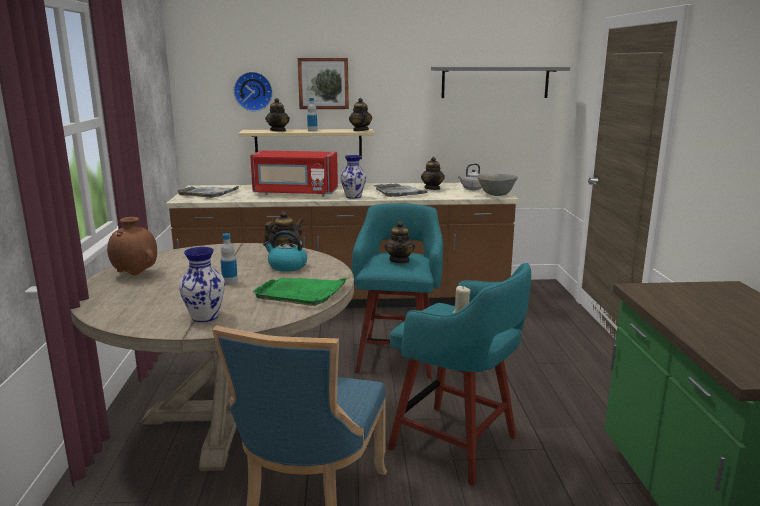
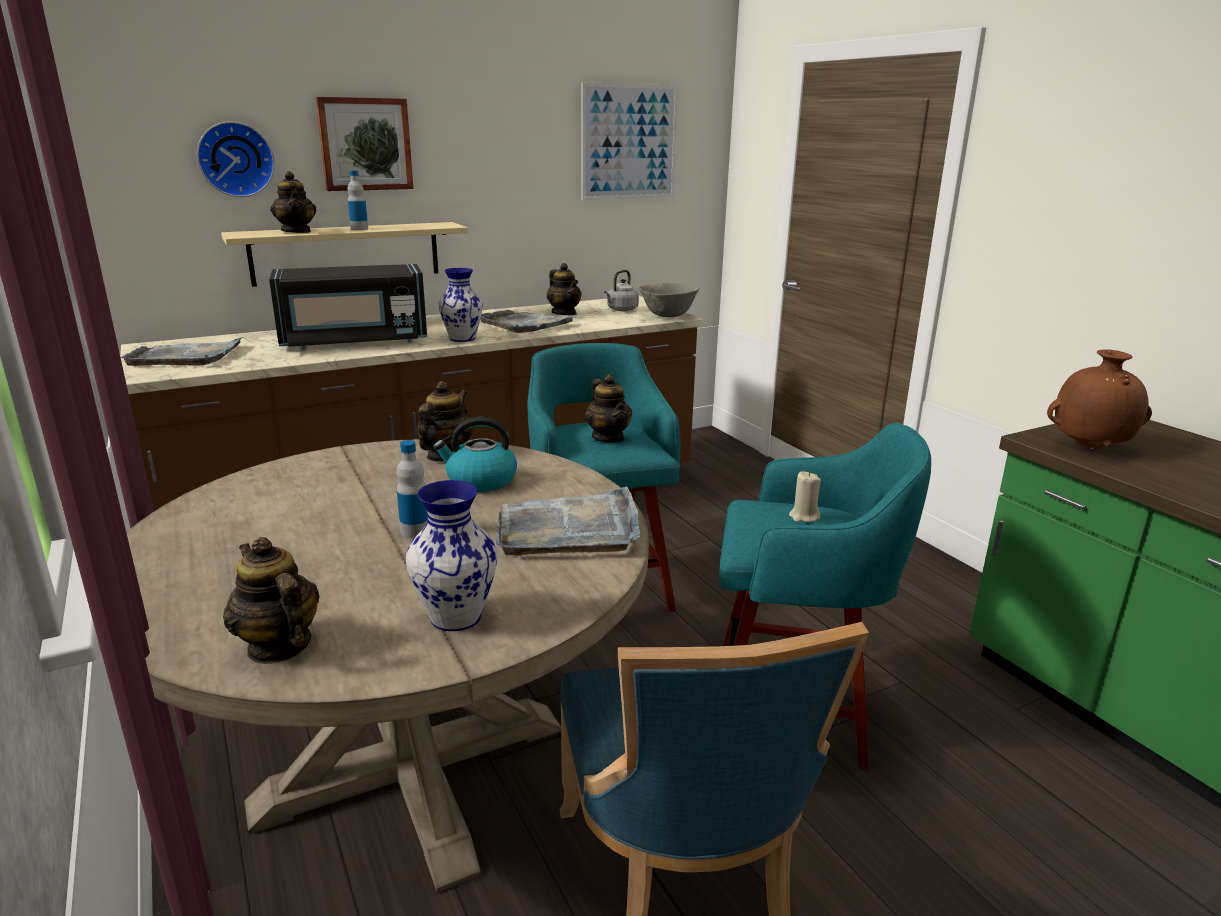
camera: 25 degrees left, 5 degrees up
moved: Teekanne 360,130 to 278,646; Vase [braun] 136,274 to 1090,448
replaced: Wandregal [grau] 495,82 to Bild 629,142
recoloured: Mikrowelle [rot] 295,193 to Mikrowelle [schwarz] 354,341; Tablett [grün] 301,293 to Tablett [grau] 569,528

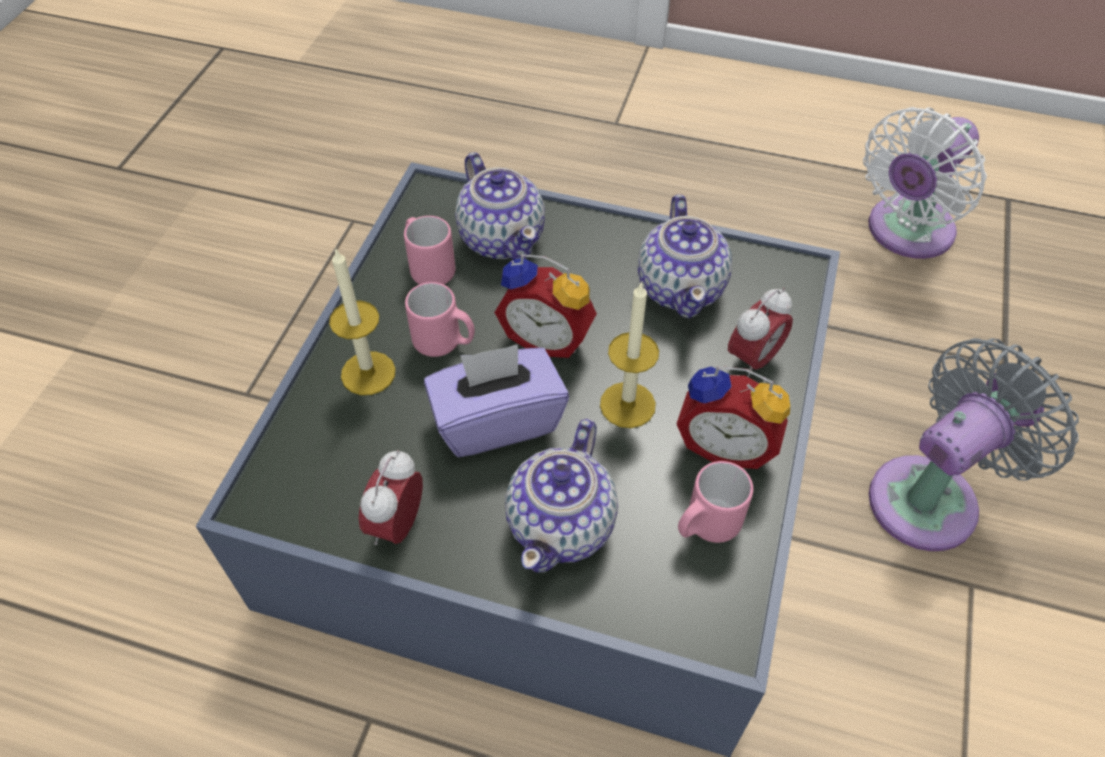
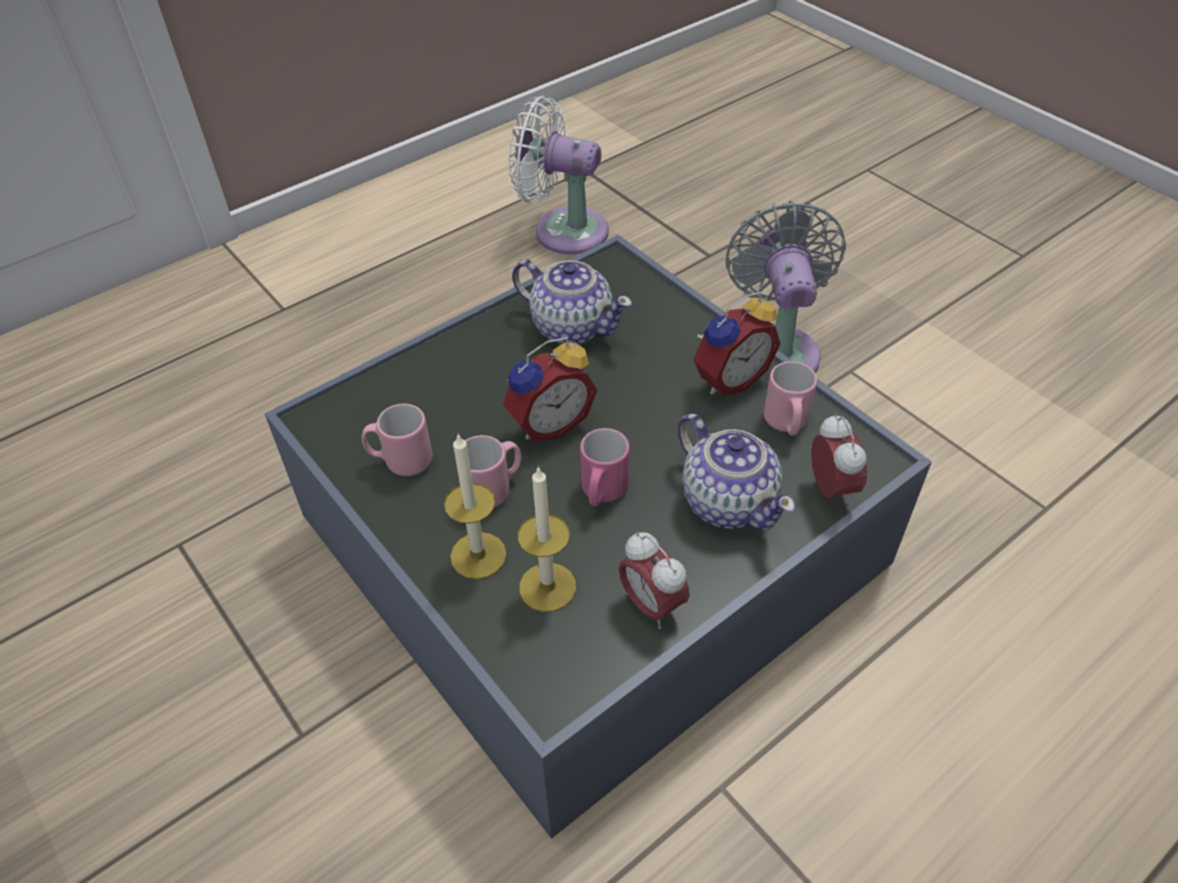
camera: 55 degrees left, 5 degrees down
removed: Teekanne 502,237
moved: Kerze 627,405 to 547,587; Wecker 753,359 to 831,489
replaced: Taschentuchbox [lila] 497,420 to Henkelbecher [rosa] 602,493
turned: Ventilator [weiß] 905,233 = 563,230 120 degrees clockwise

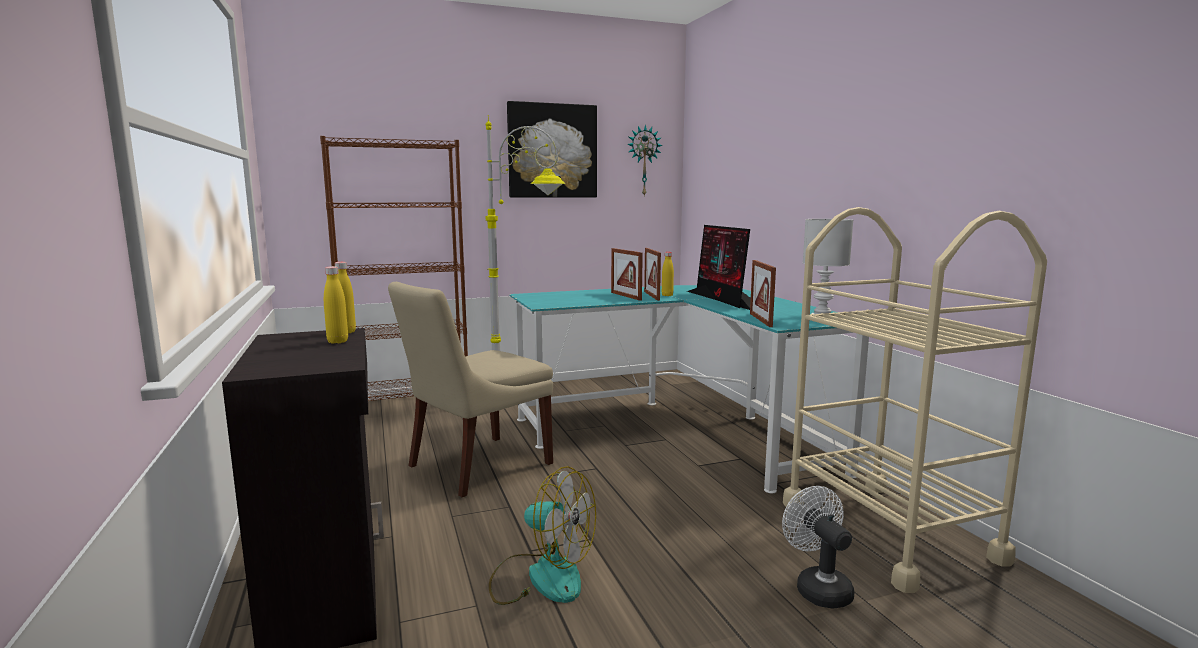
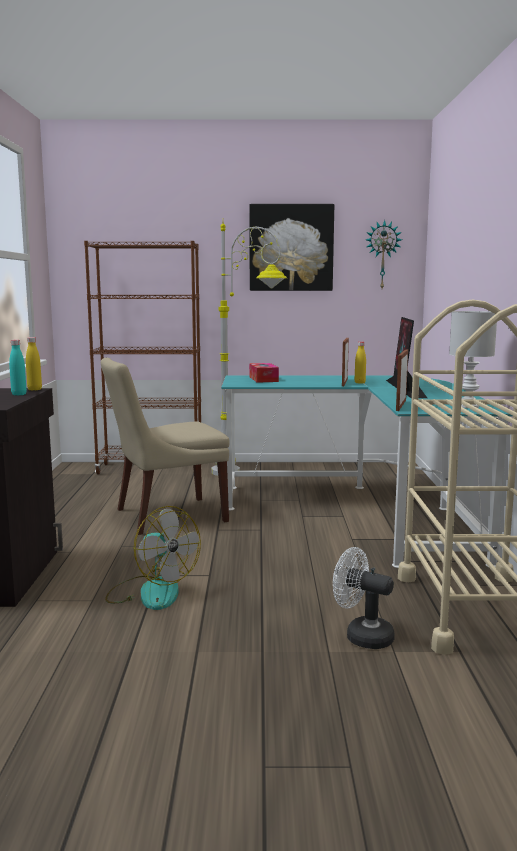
camera: 20 degrees right, 0 degrees up
removed: Bilderrahmen 626,296
added: Taschentuchbox 263,379
recoloured: Flasche [gelb] 337,341 to Flasche [türkis] 19,394
turned: Ventilator [weiß] 818,587 = 362,636 60 degrees counterclockwise

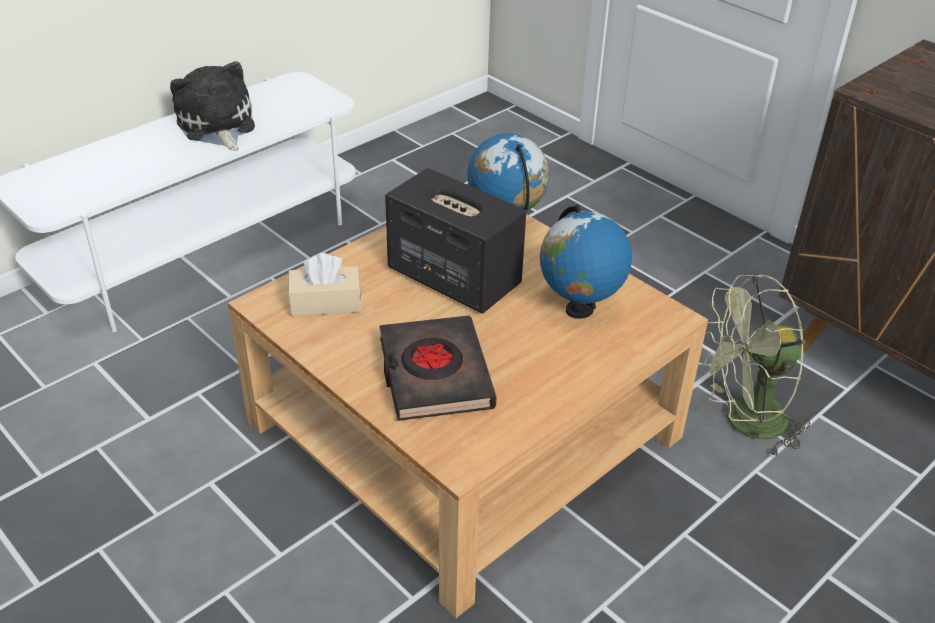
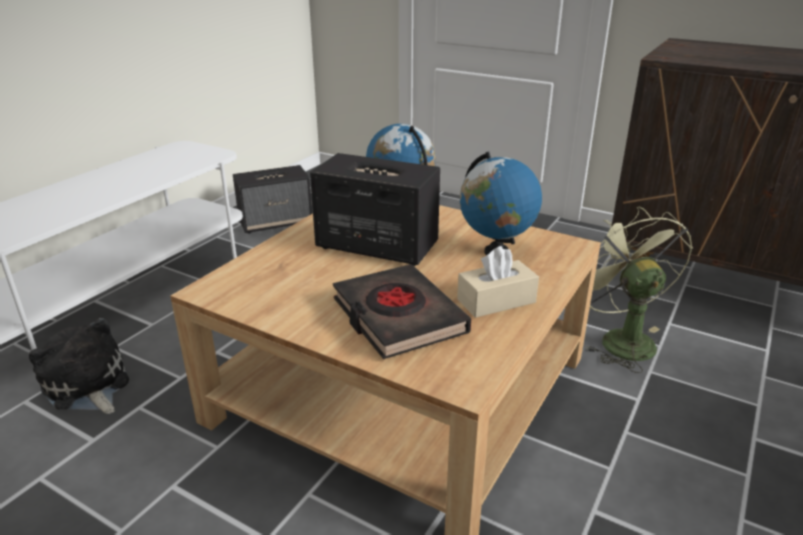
camera: 15 degrees left, 10 degrees down
added: Lautsprecher 276,222
moved: Plüschtier 217,126 to 87,386; Taschentuchbox [beige] 325,303 to 496,301
turned: Ventilator [grün] 743,422 = 619,339 105 degrees clockwise

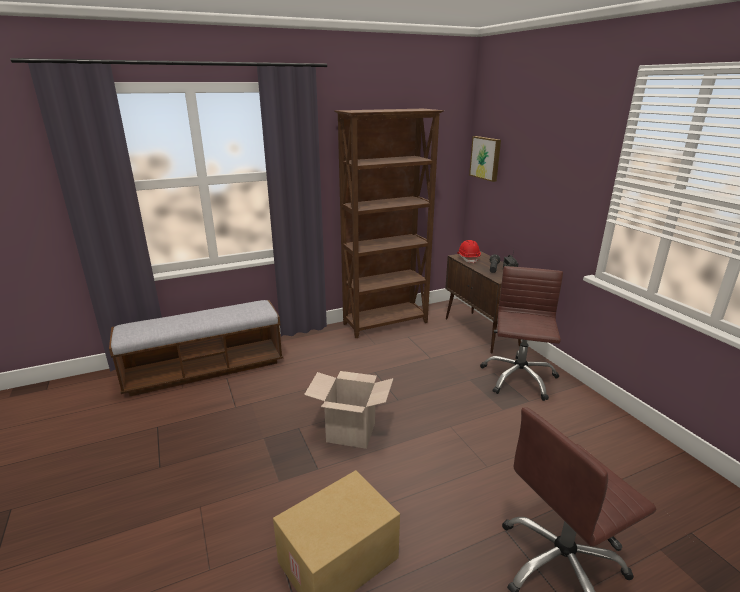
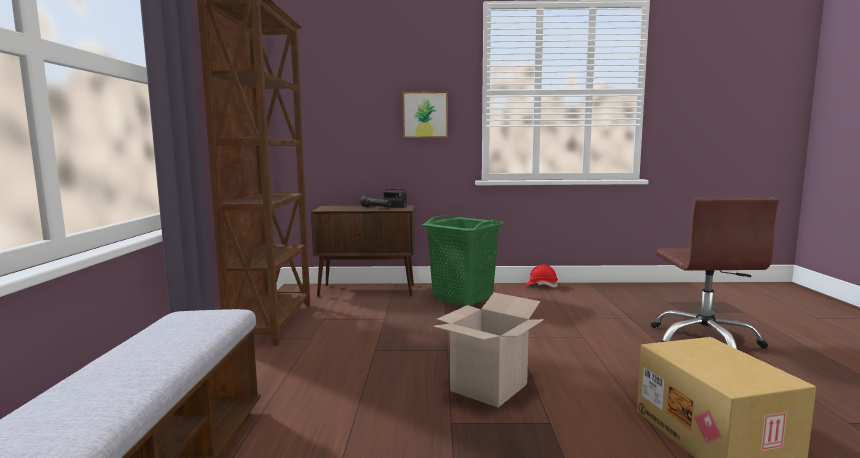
camera: 65 degrees left, 15 degrees down
moved: Bild 486,158 to 425,115; Schutzhelm [rot] 468,258 to 541,285
replaced: Bürostuhl [braun] 518,378 to Wäschekorb [grün] 463,297

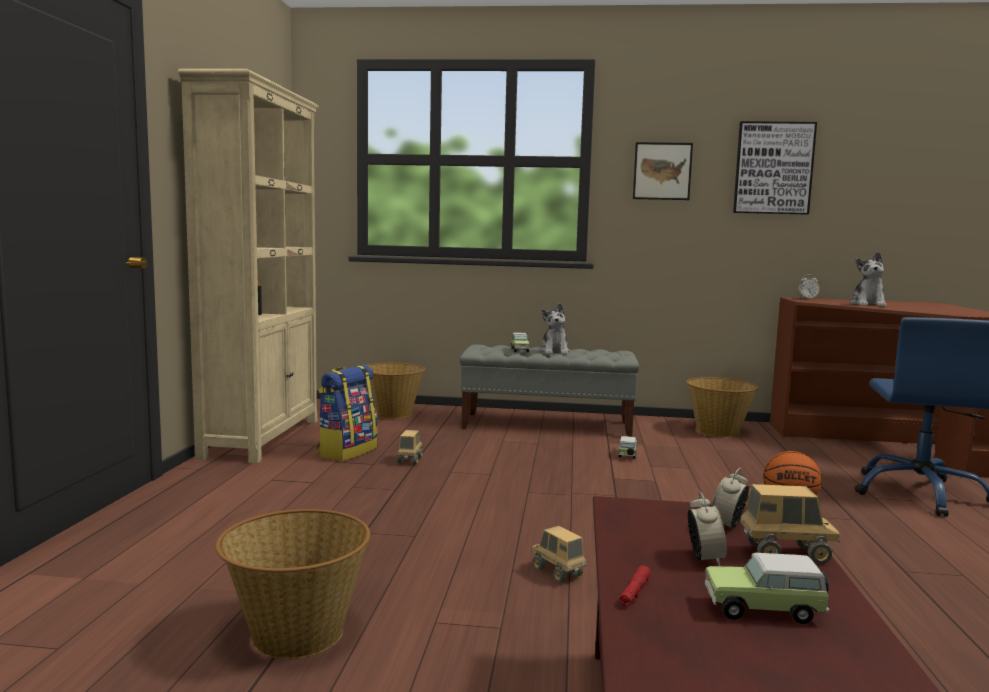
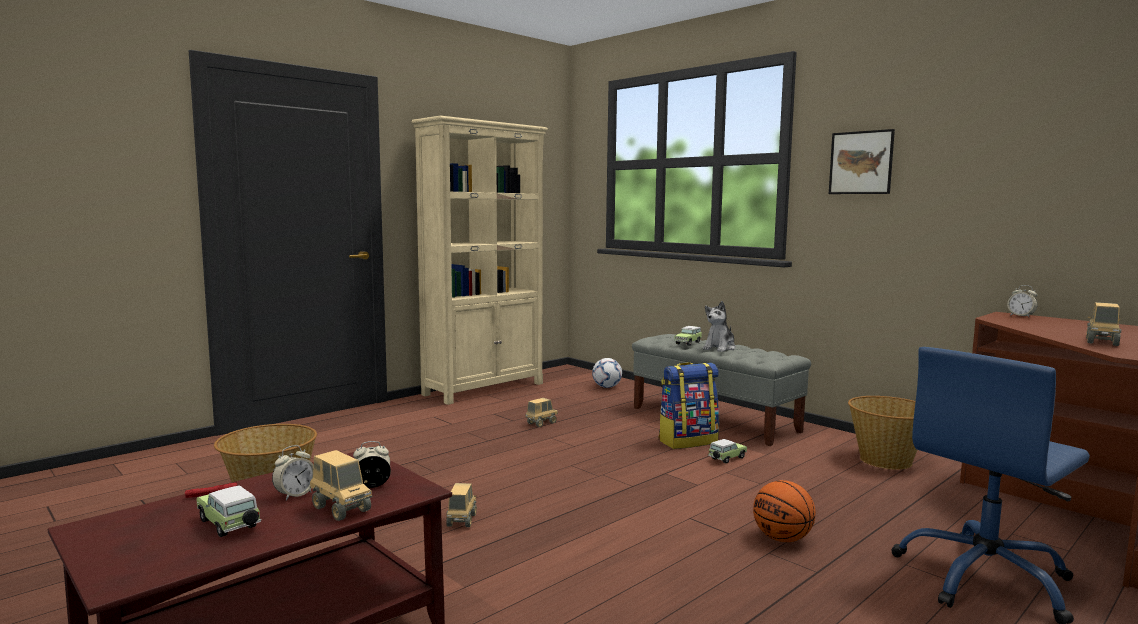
camera: 40 degrees right, 0 degrees up
removed: Bild 773,168; Plüschtier 868,304
added: Spielzeuglaster 1102,342
moved: Rucksack 347,452 to 687,441
replaced: Korb 392,413 to Fußball 607,387

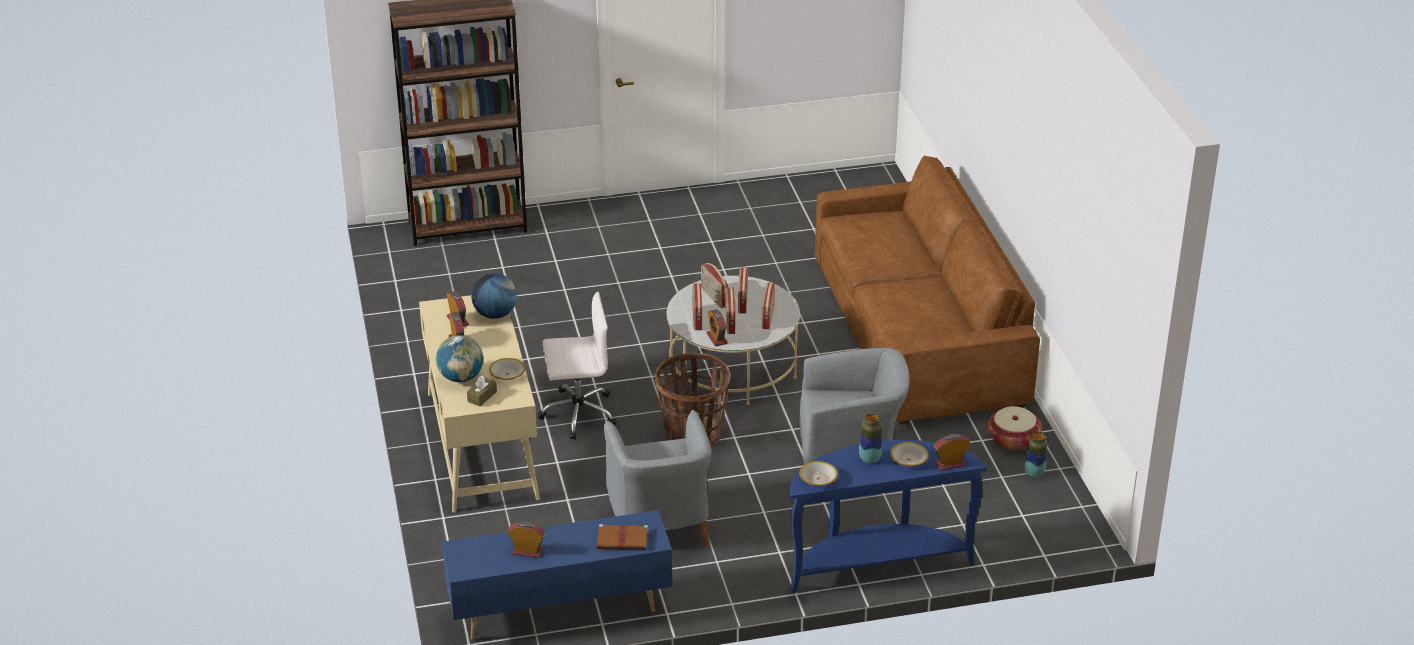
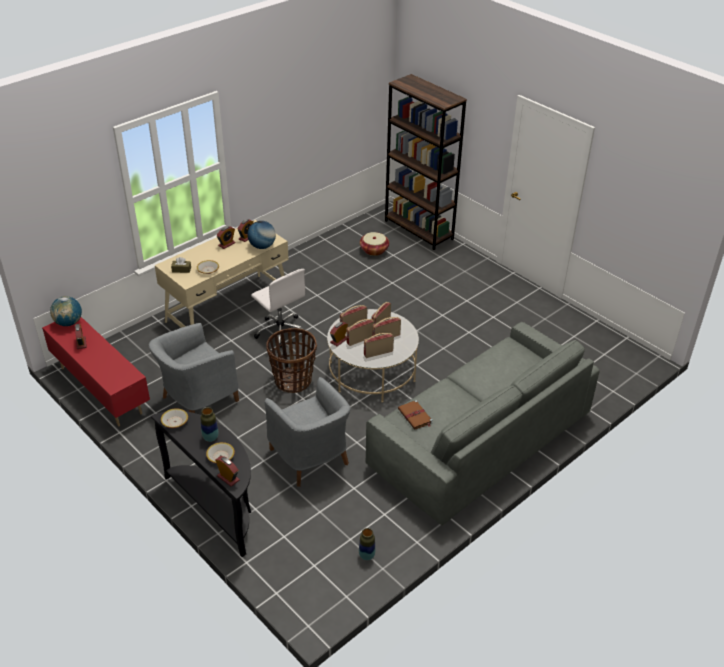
camera: 60 degrees right, 5 degrees up
moved: Globus 461,378 to 69,323; Korb 1013,439 to 374,250; Buch [braun] 623,539 to 415,416
recoloured: Fernsehschrank [blau] 559,611 to Fernsehschrank [rot] 101,390; Konsolentisch [blau] 876,563 to Konsolentisch [schwarz] 217,506; Sofa [braun] 918,332 to Sofa [grau] 480,440

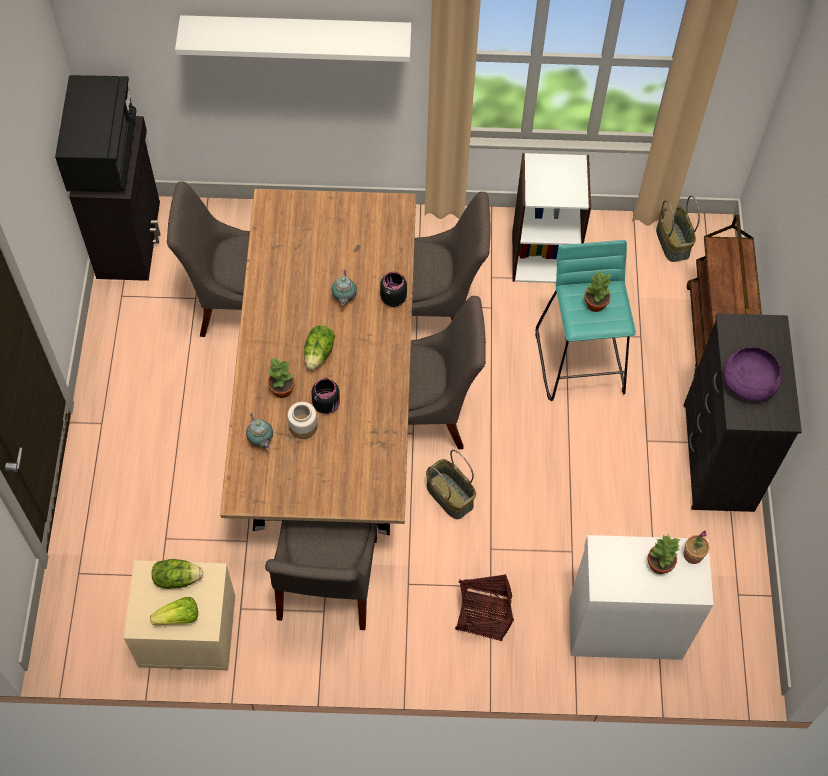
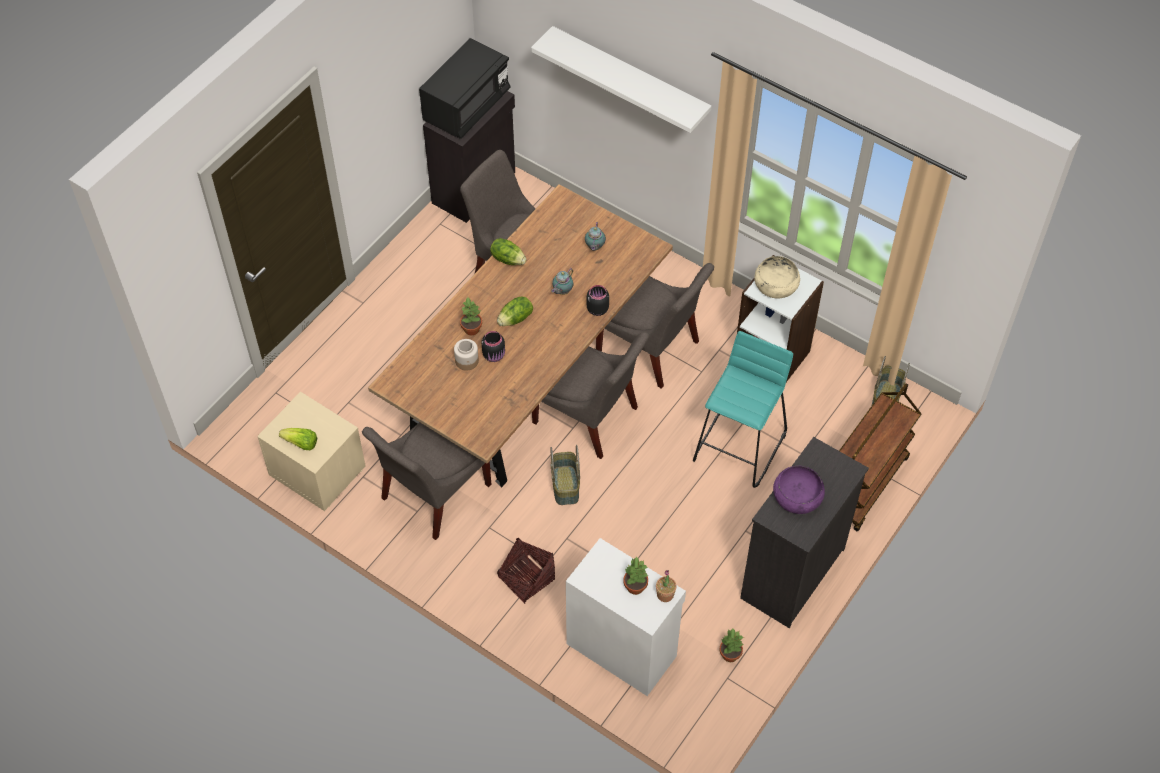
camera: 35 degrees right, 5 degrees down
added: Schüssel [beige] 776,285
moved: Salatkopf 177,578 to 508,259; Teekanne 261,441 to 594,247; Topfpflanze 595,304 to 730,655

